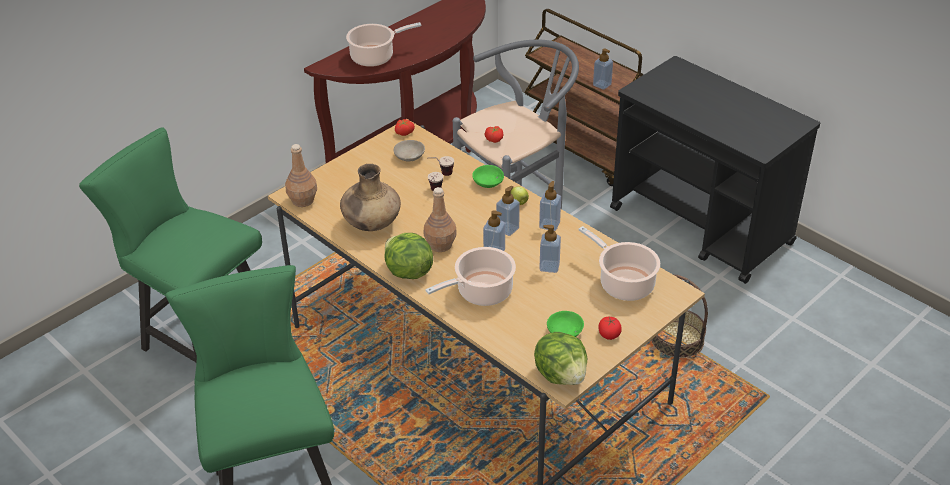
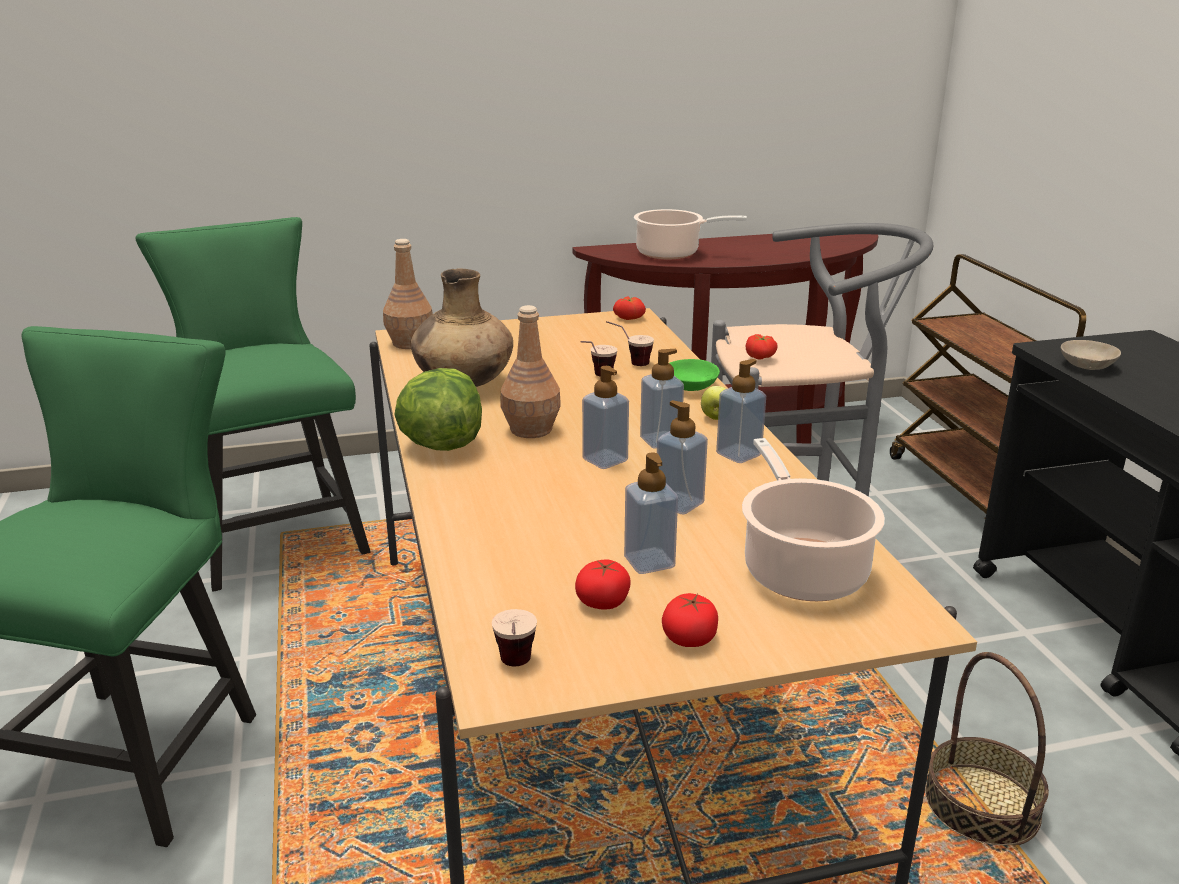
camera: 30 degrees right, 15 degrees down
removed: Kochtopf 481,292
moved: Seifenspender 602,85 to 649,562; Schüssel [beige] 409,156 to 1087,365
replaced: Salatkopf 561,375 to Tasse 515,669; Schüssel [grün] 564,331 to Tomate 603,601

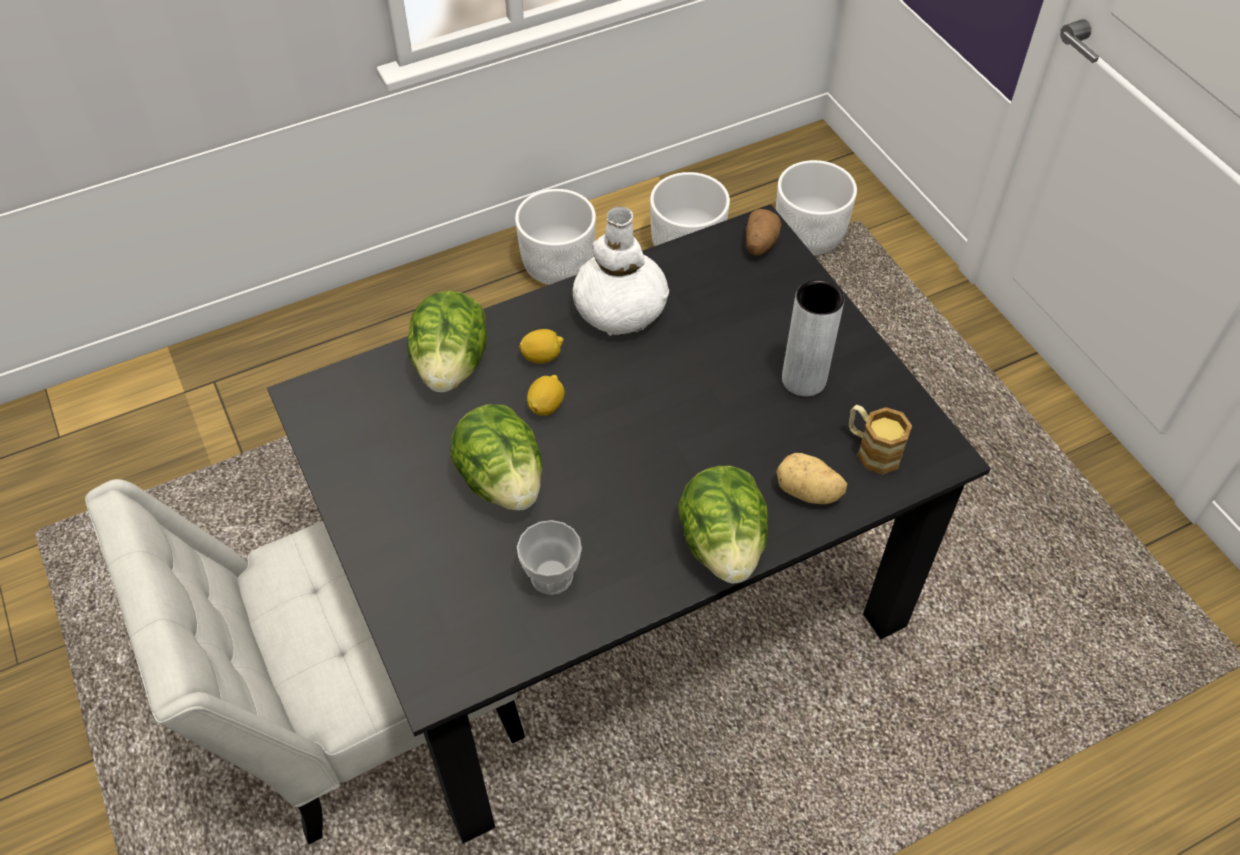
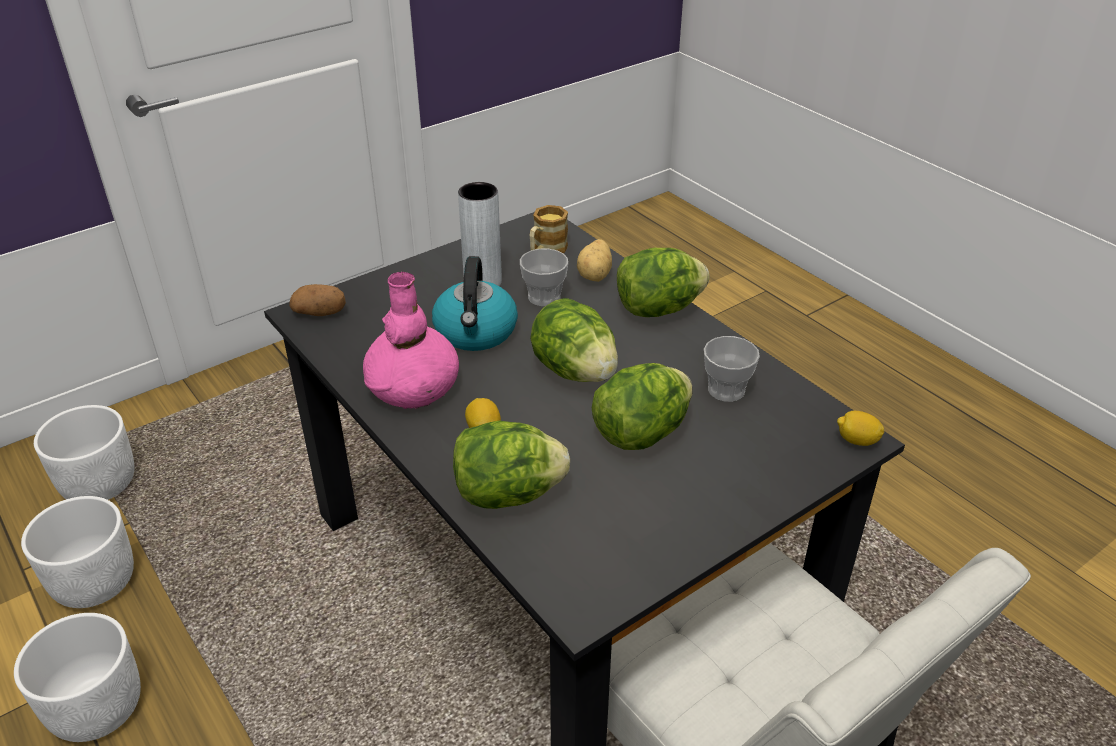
camera: 100 degrees left, 15 degrees down
added: Wasserkessel 476,332; Tasse 544,297; Salatkopf 575,371
moved: Zitrone 546,405 to 856,441
recoloured: Vase [weiß] 620,309 to Vase [rosa] 414,387

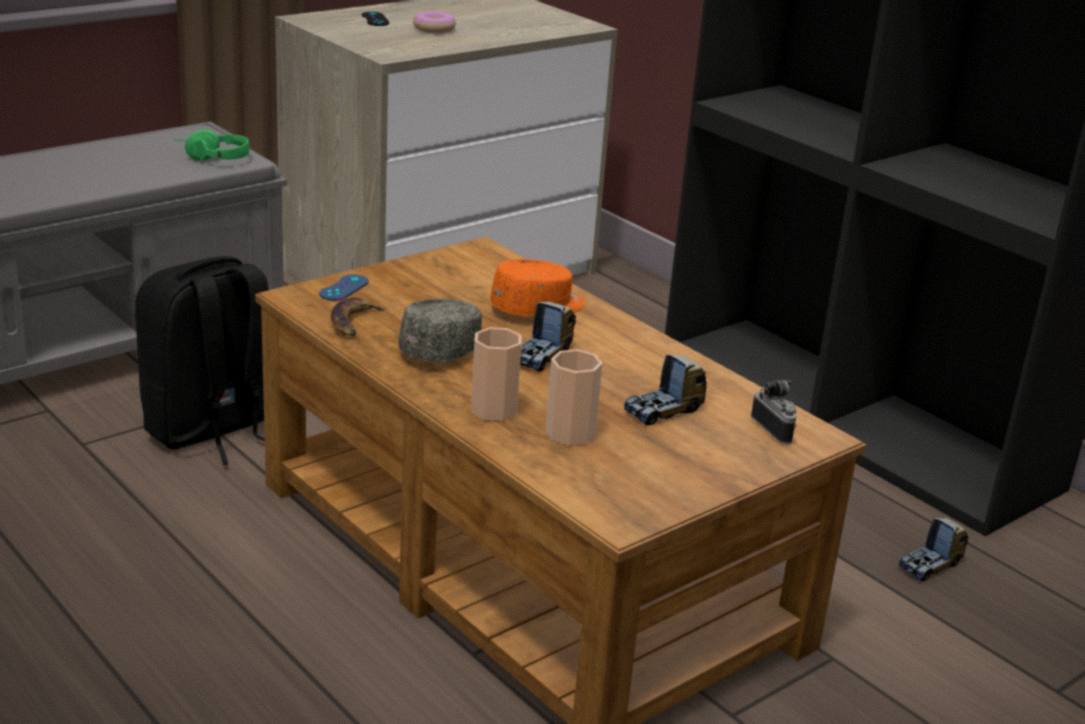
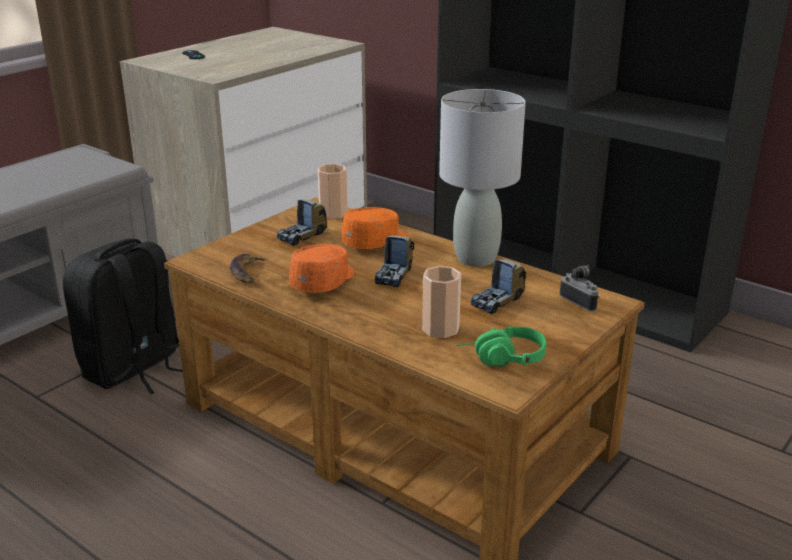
camera: 10 degrees left, 0 degrees up
removed: Gamepad [blau] 344,288; Donut 434,29
added: Tischlampe [grau] 475,258
moved: Spielzeuglaster 931,565 to 303,236; Tasse 494,410 to 333,213; Kopfhörer [grün] 210,158 to 501,360
recoloured: Kappe [grau] 447,349 to Kappe [orange] 324,281

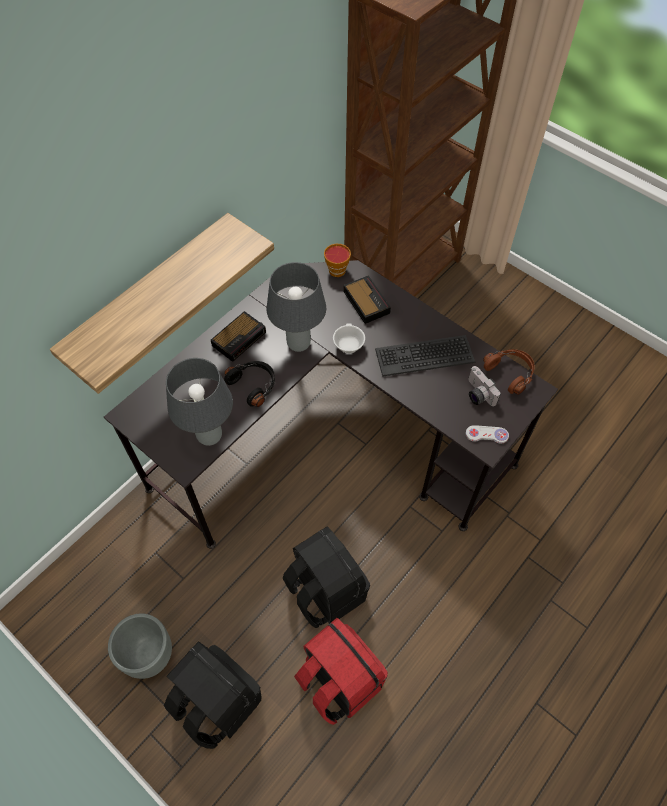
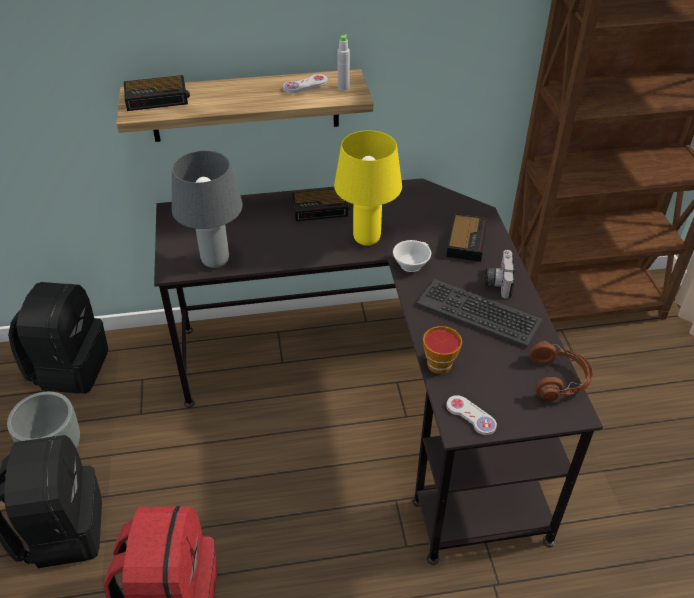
camera: 40 degrees right, 15 degrees down
removed: Kopfhörer [schwarz] 254,385
added: Wecker 158,98; Gamepad [weiß] 305,85; Flasche [grau] 343,88
moved: Rucksack [schwarz] 325,591 to 69,367; Tasse 336,268 to 440,362; Kamera 477,394 to 497,282
recoloured: Tischlampe [grau] 299,344 to Tischlampe [gelb] 367,239

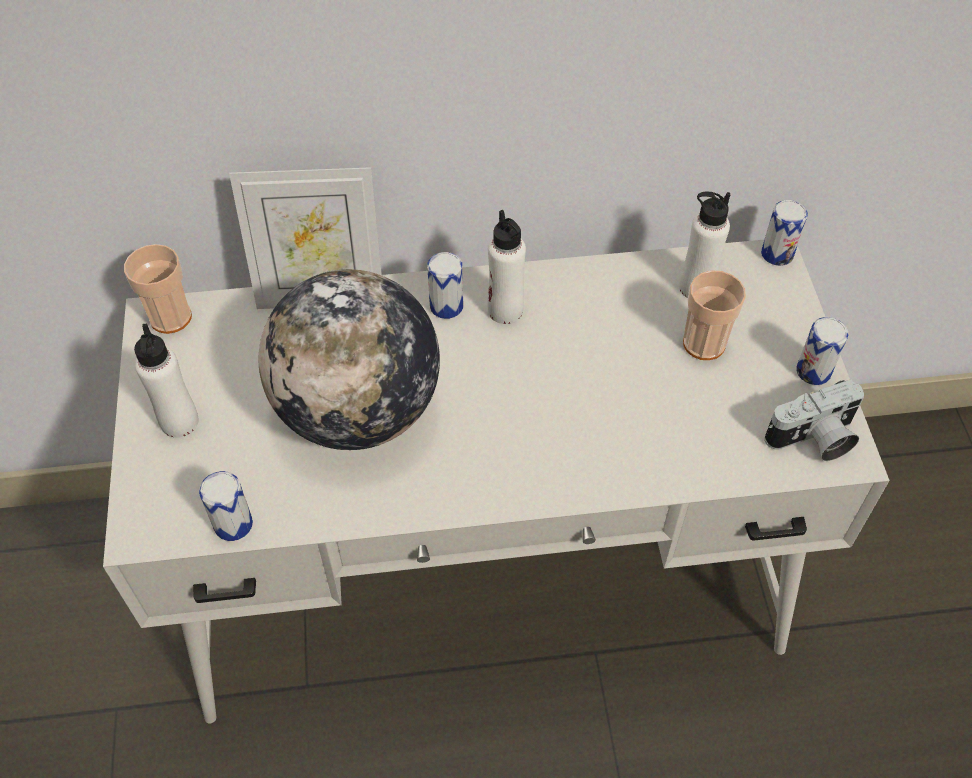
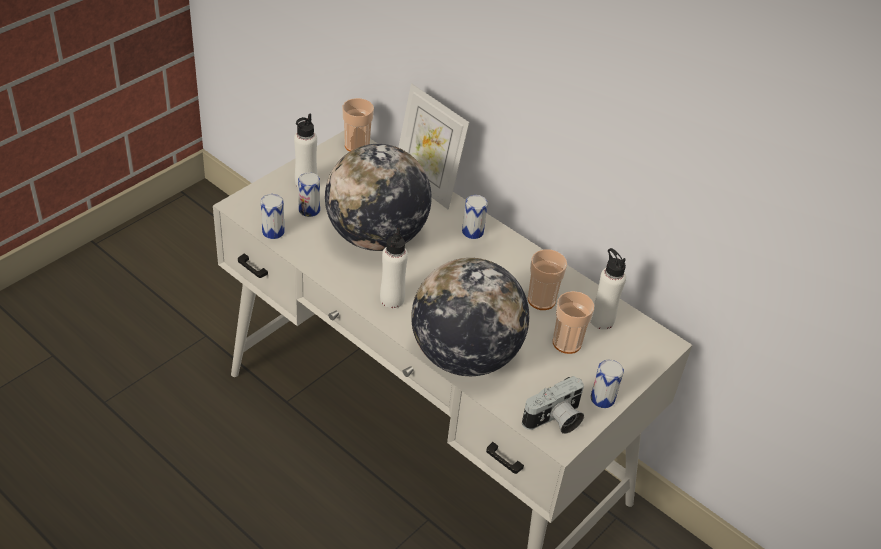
camera: 45 degrees right, 10 degrees down
added: Globus 464,356; Tasse 541,300
moved: Dose 777,254 to 309,210; Flasche [weiß] 505,310 to 392,299
turned: Kamera 814,440 = 555,420 60 degrees counterclockwise

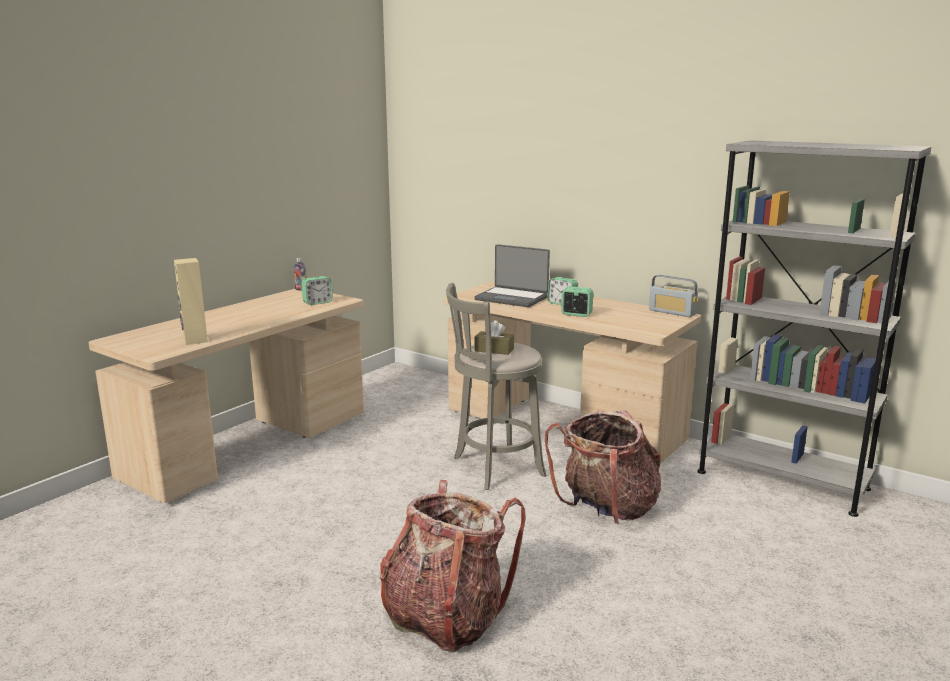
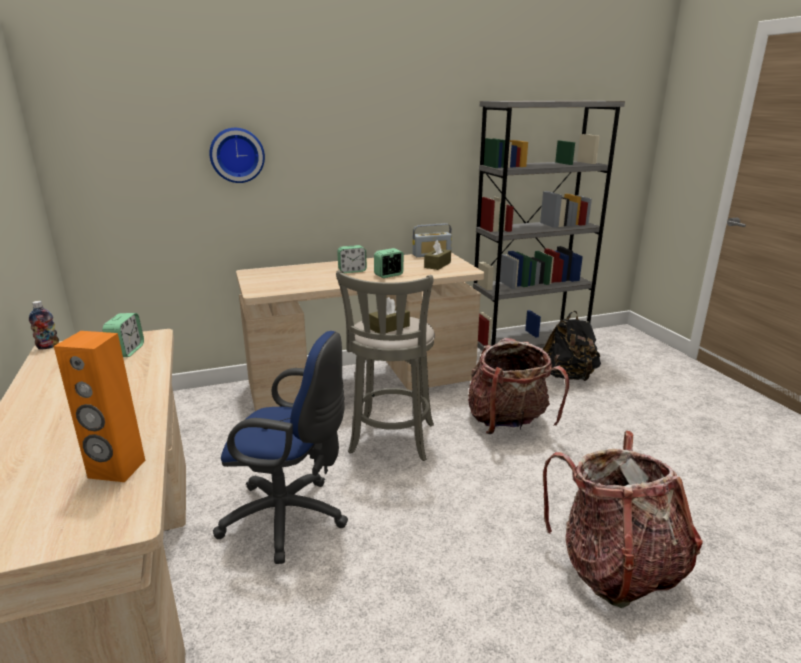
camera: 55 degrees left, 5 degrees up
removed: Laptop 512,298
added: Wanduhr 237,155; Bürostuhl [blau] 290,519; Taschentuchbox [braun] 437,265; Rucksack [schwarz] 568,376
recoloured: Lautsprecher [beige] 194,340 to Lautsprecher [orange] 116,469

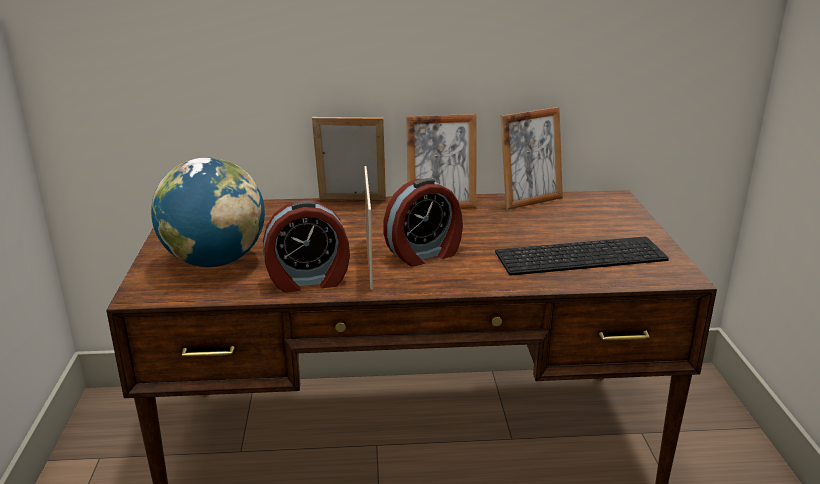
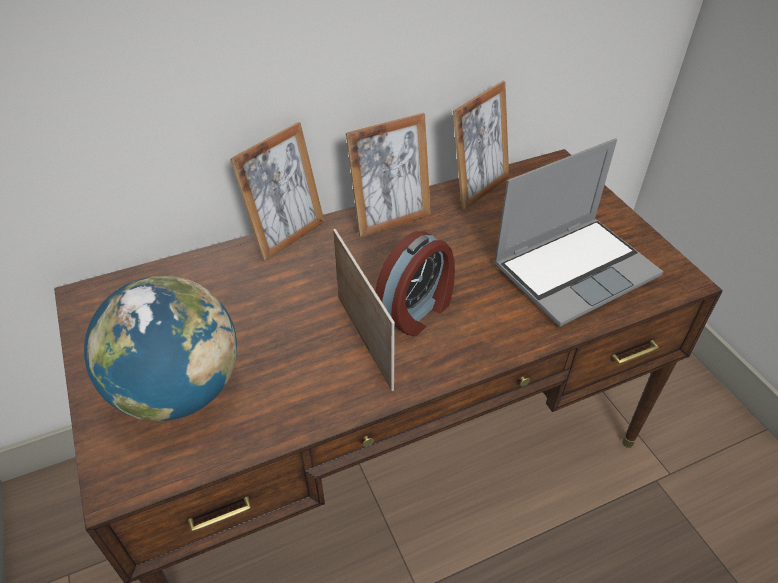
camera: 20 degrees left, 20 degrees up
removed: Wecker 308,281
replaced: Tastatur 581,255 to Laptop 575,269
turned: Bilderrahmen 351,202 = 287,236 150 degrees clockwise

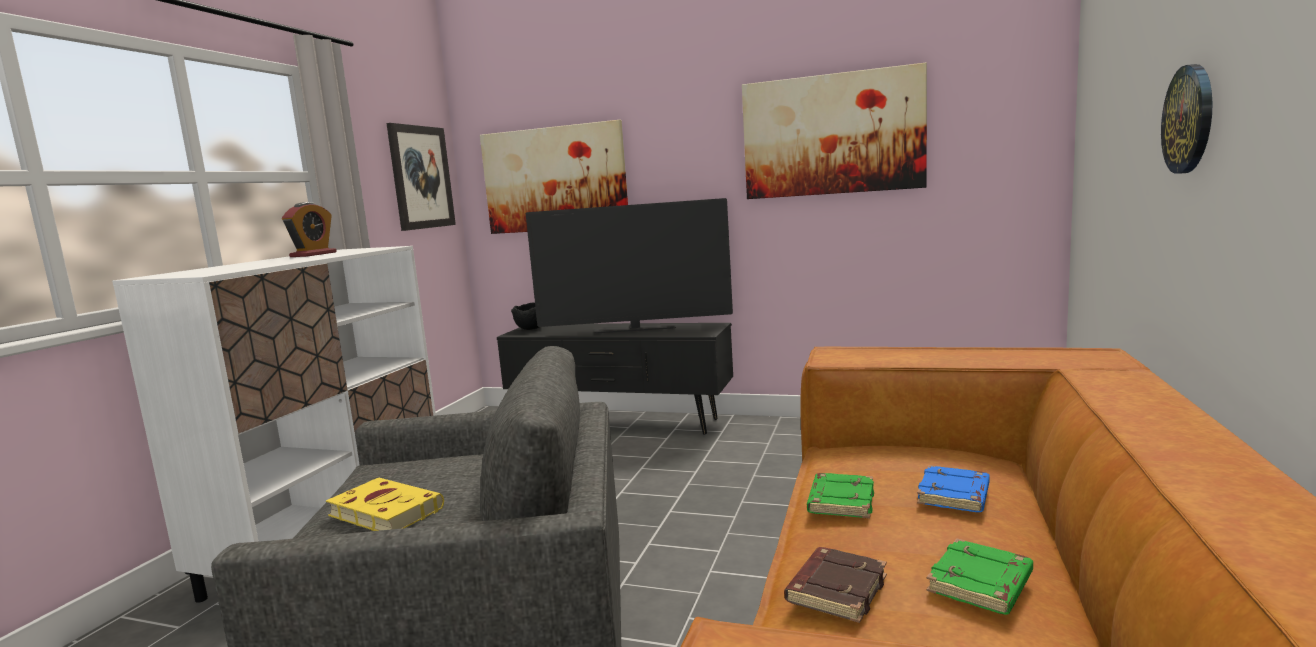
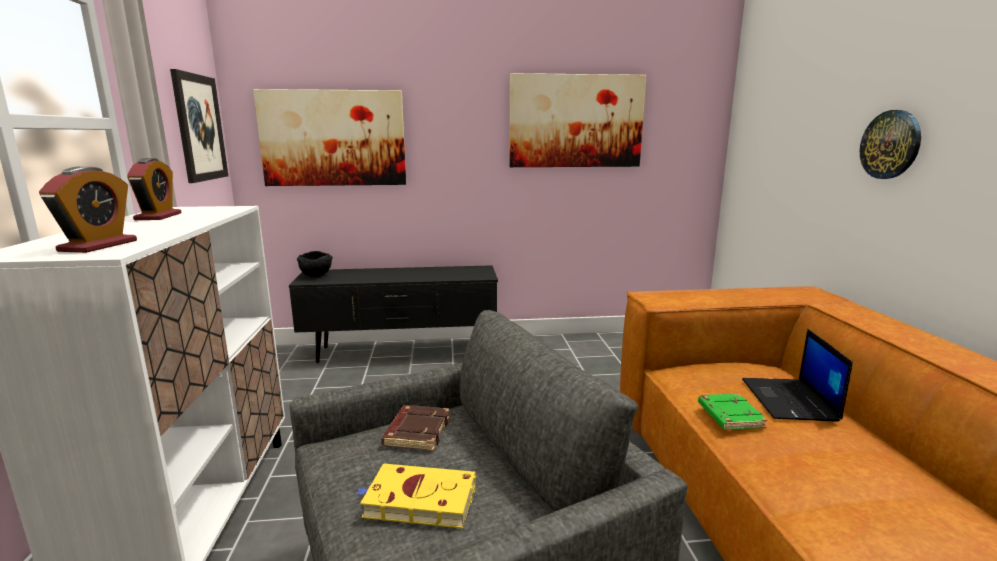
camera: 25 degrees left, 5 degrees up
removed: Fernseher 635,329; Buch [grün] 981,584
added: Wecker 98,246
moved: Buch [braun] 835,589 to 416,432
replaced: Buch [blau] 955,495 to Laptop 790,400

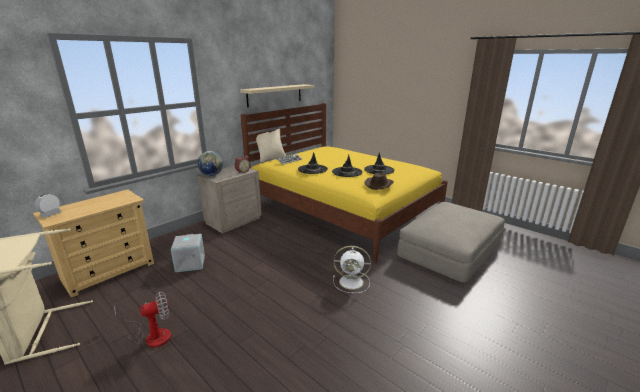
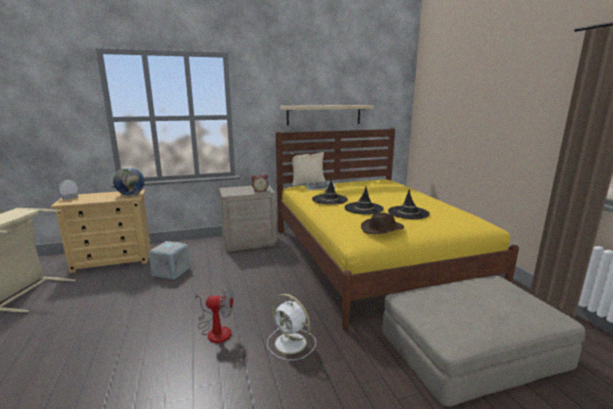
camera: 30 degrees right, 5 degrees down
moved: Globus 212,175 to 131,195; Ventilator 152,335 to 215,330

